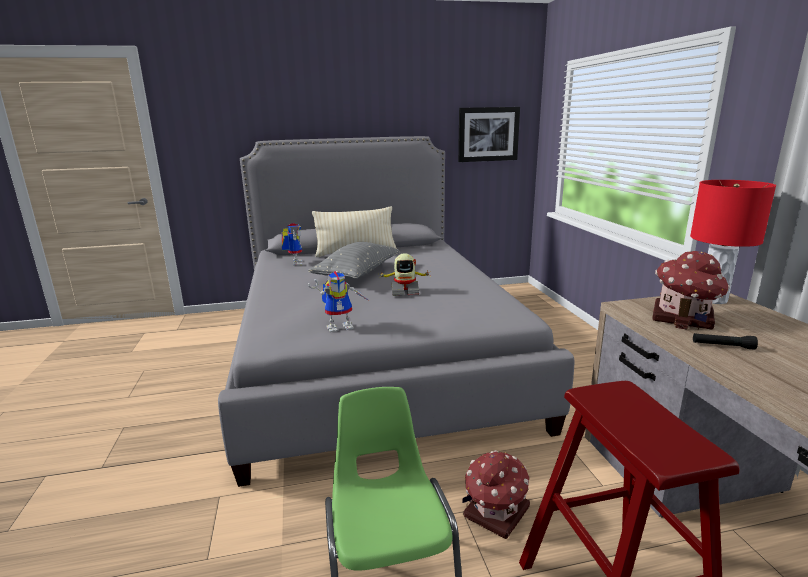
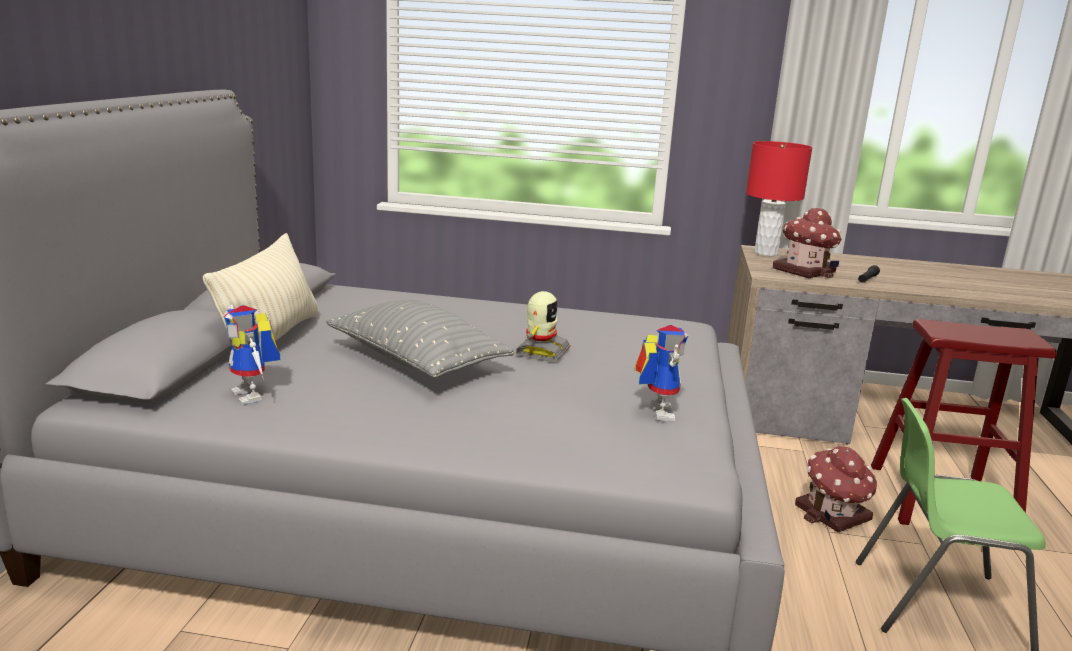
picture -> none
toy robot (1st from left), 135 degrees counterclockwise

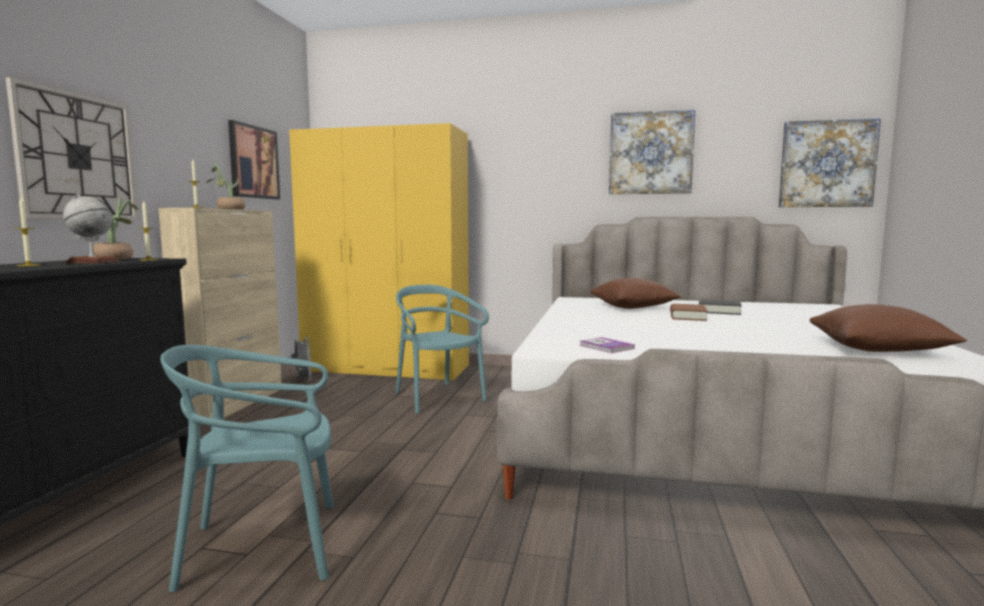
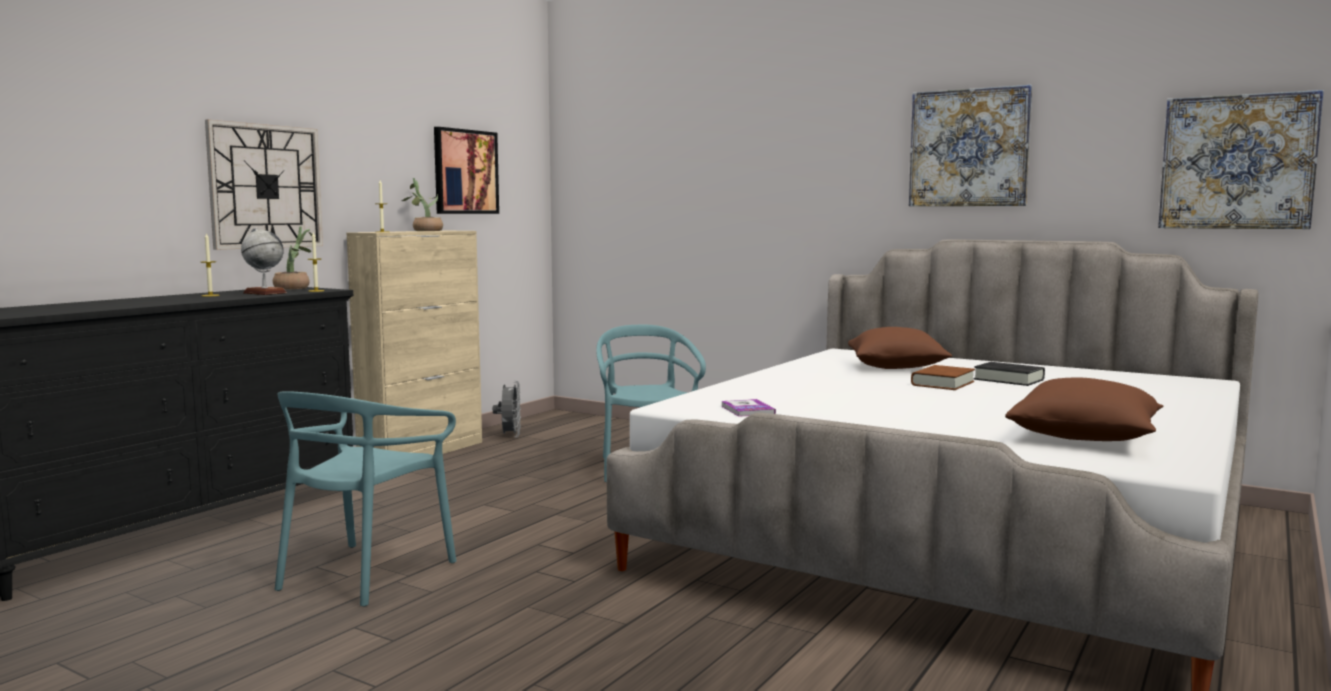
yellow wardrobe -> none
turquoise chair (1st from left), 75 degrees counterclockwise

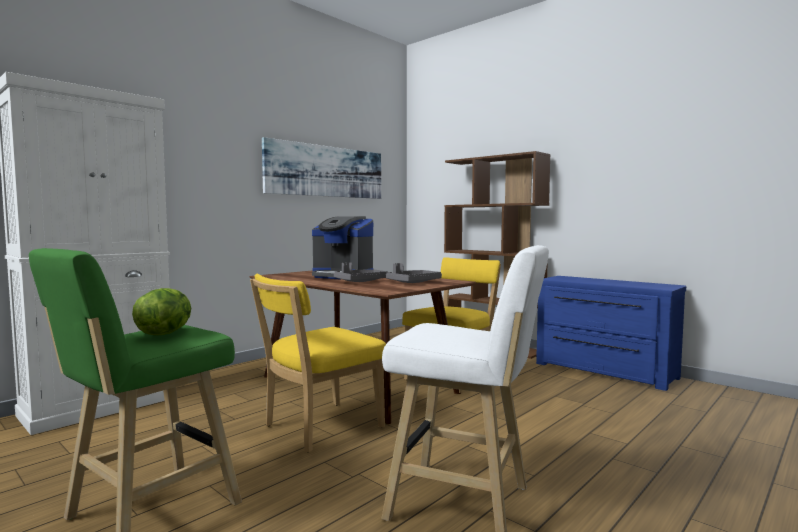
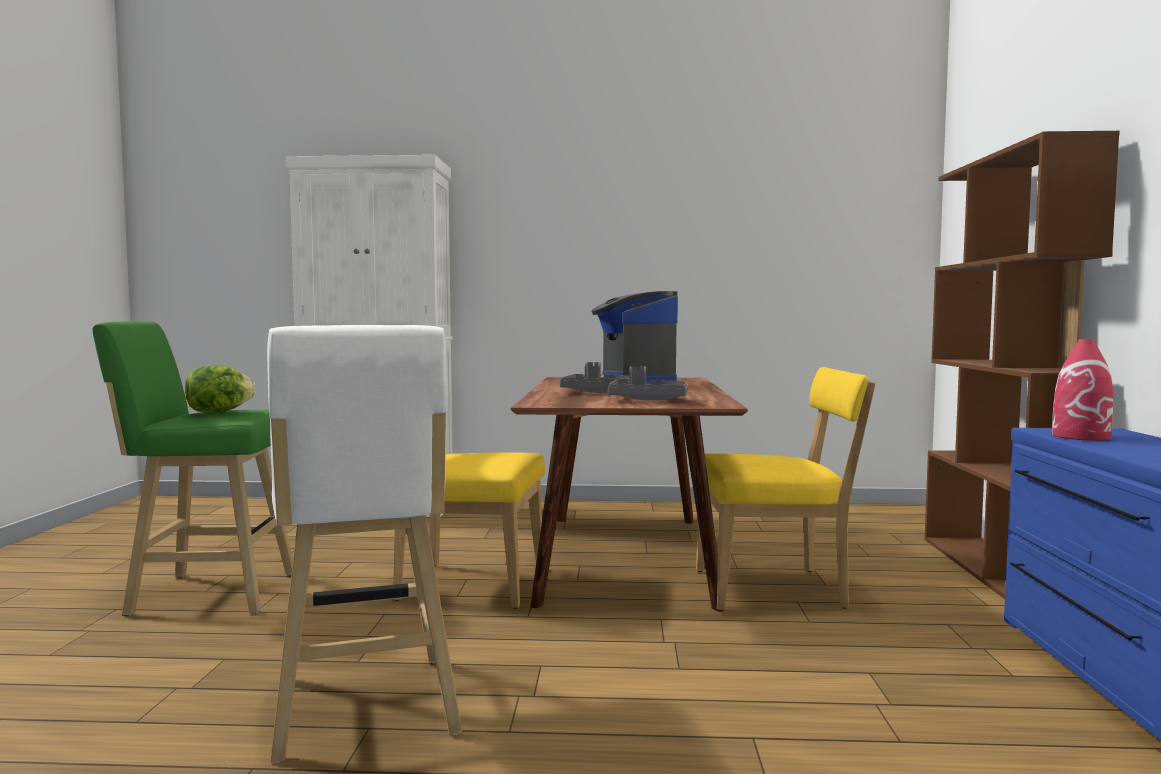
picture -> none
none -> red vase

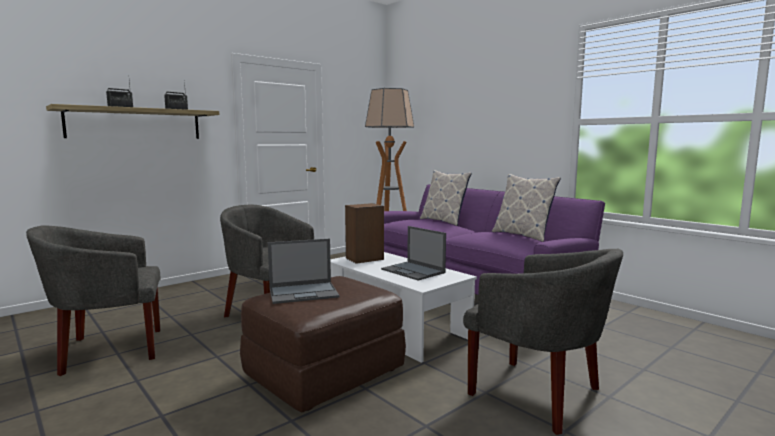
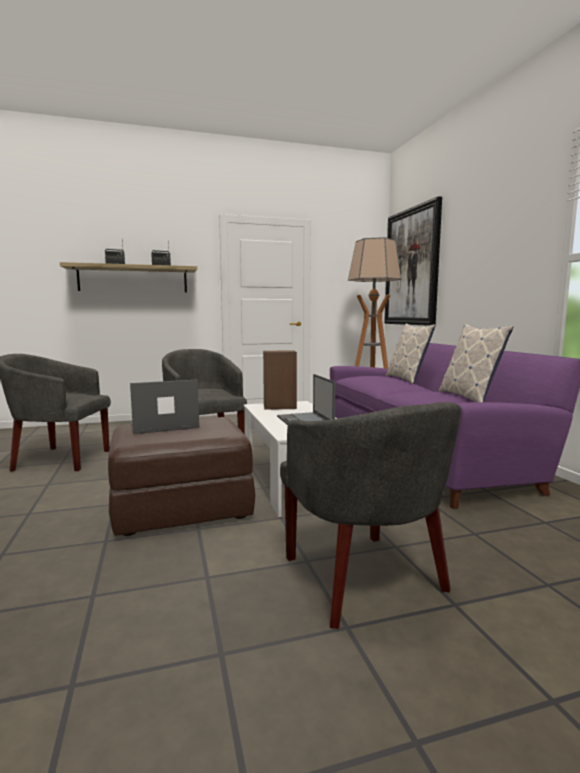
laptop (1st from left), 150 degrees clockwise
none -> picture

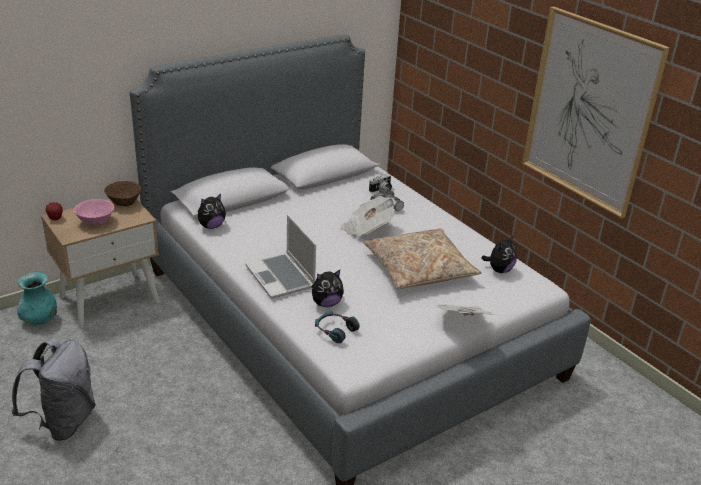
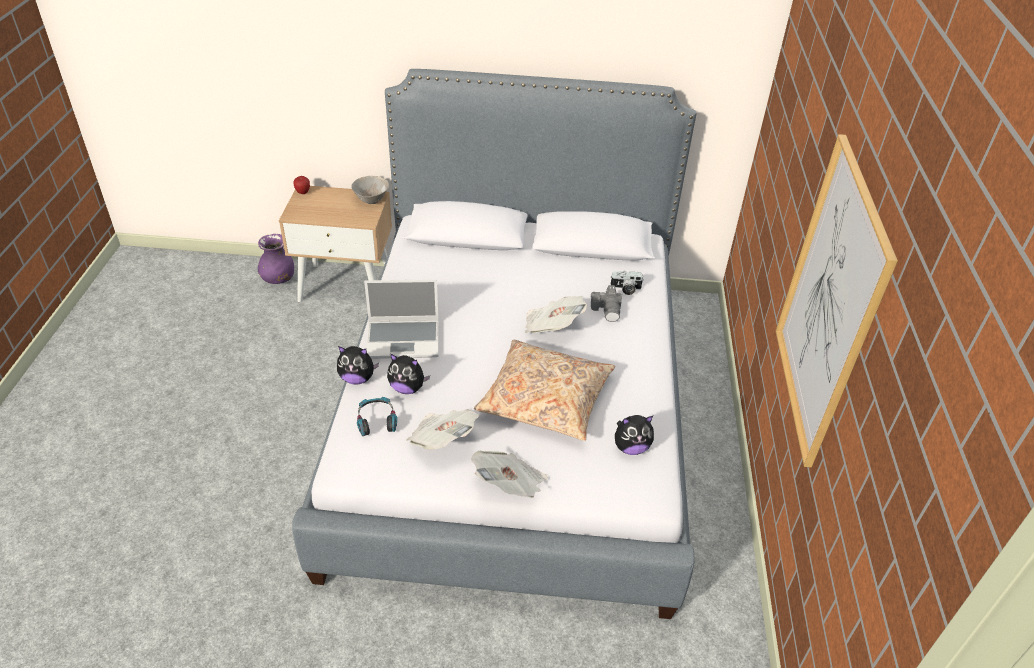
brown bowl -> grey bowl
plush toy (1st from left), moved
pink bowl -> none
laptop, 105 degrees counterclockwise
turquoise vase -> purple vase
grey backpack -> none
none -> newspaper (1st from left)

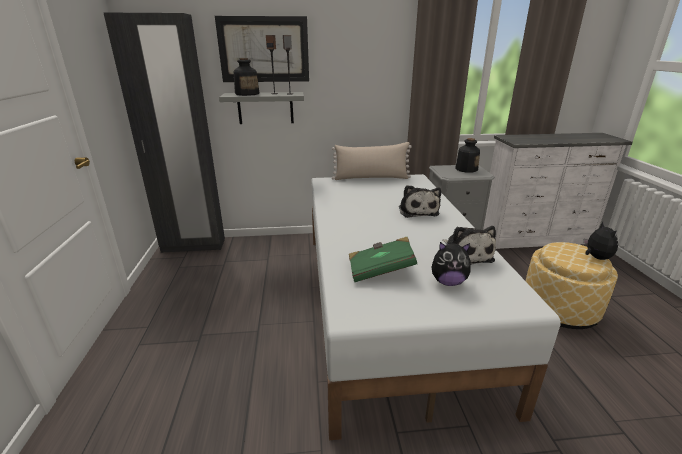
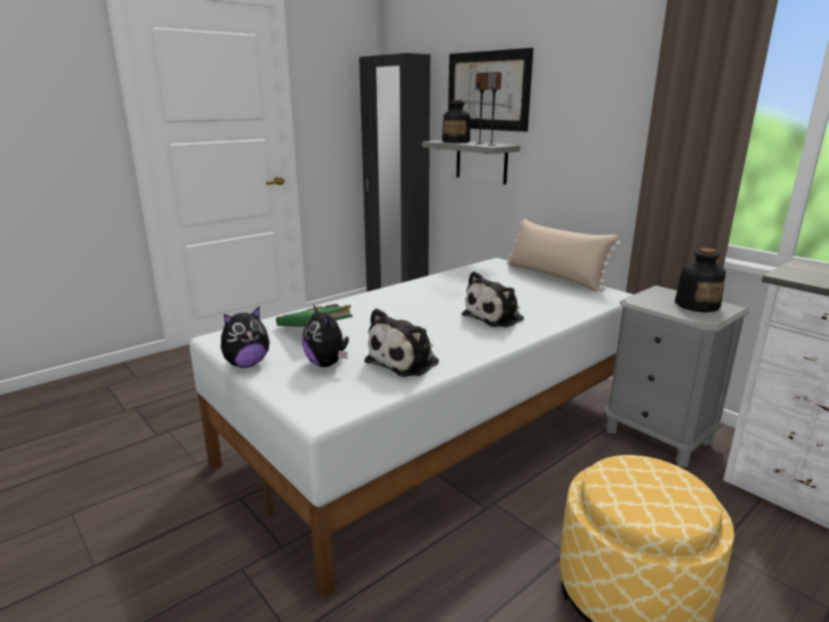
plush toy (4th from left in the first image) -> plush toy (1st from left), moved

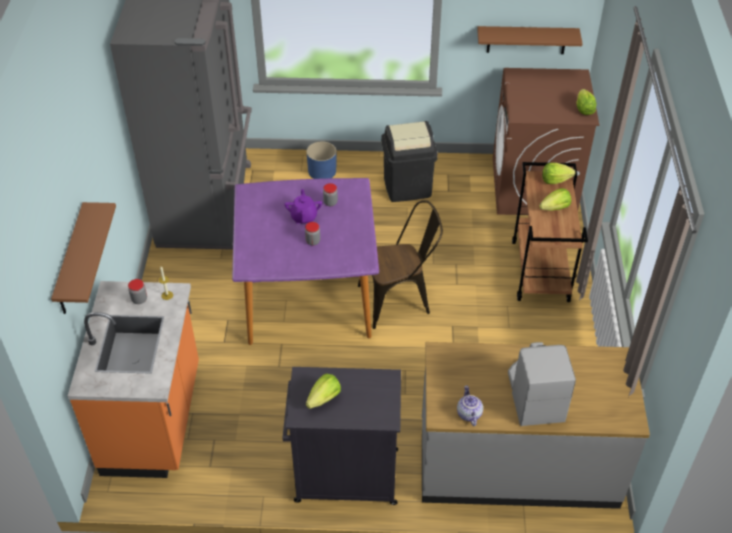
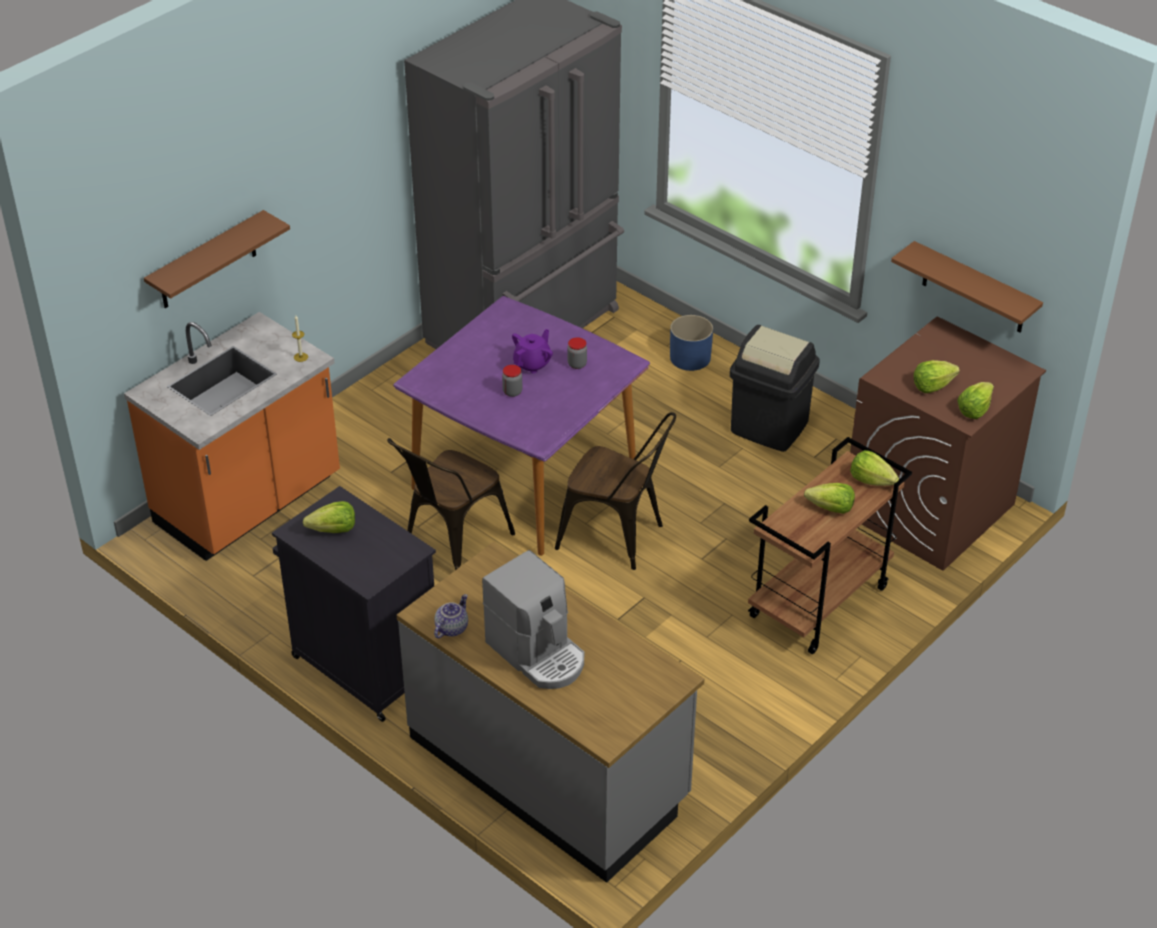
jar (1st from left) -> none
coffee machine, 105 degrees clockwise
none -> lettuce (4th from left)
none -> brown chair (1st from left)

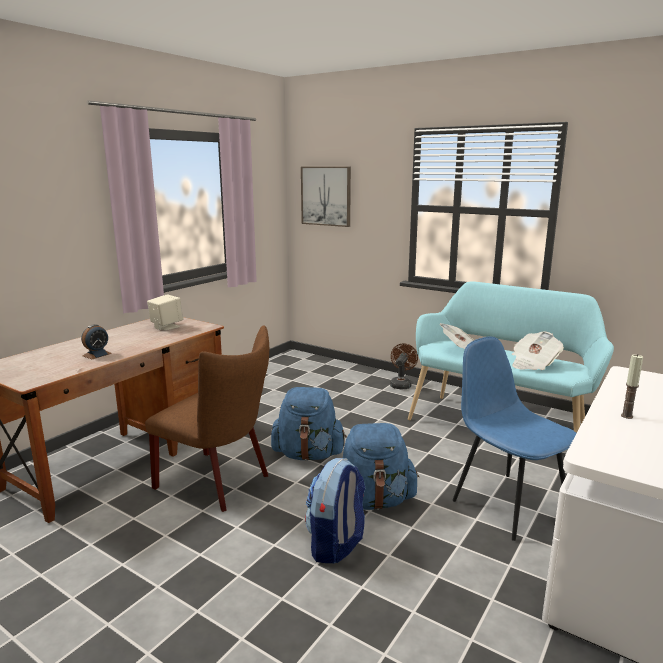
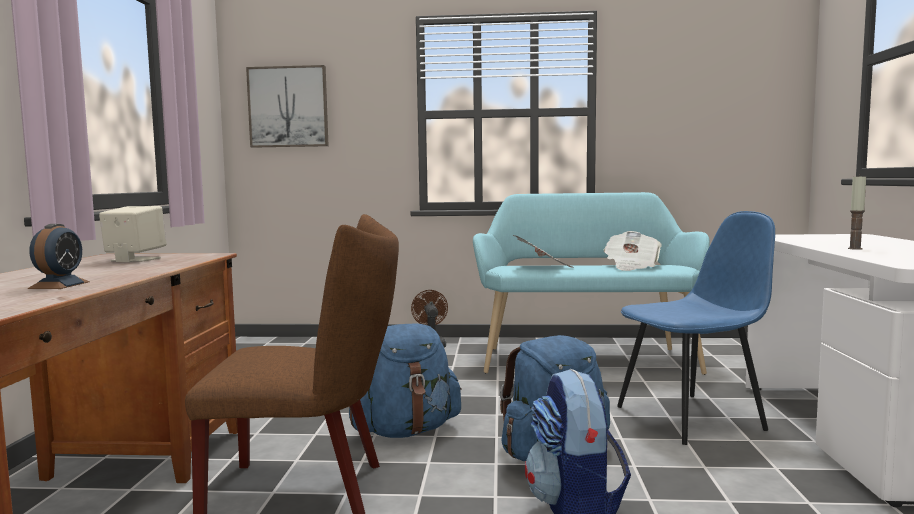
blue chair, 135 degrees clockwise

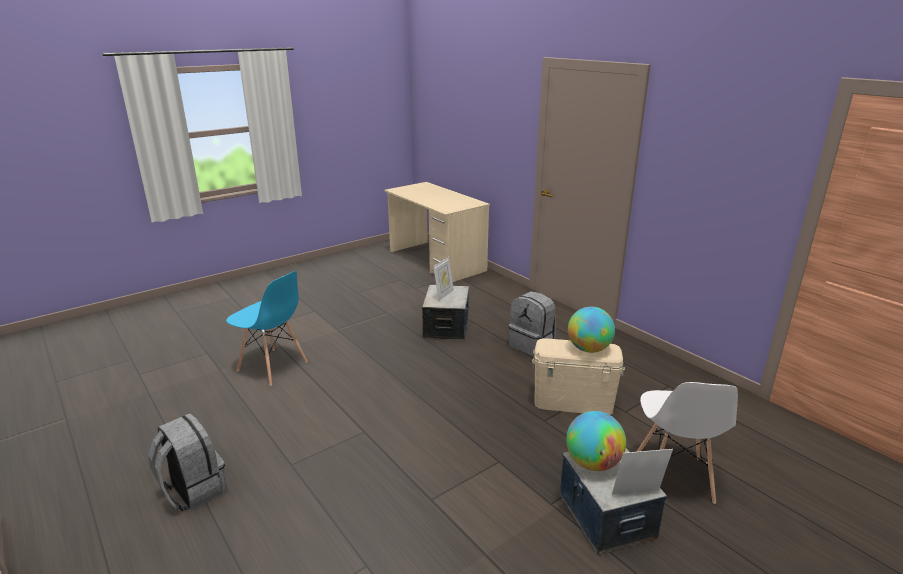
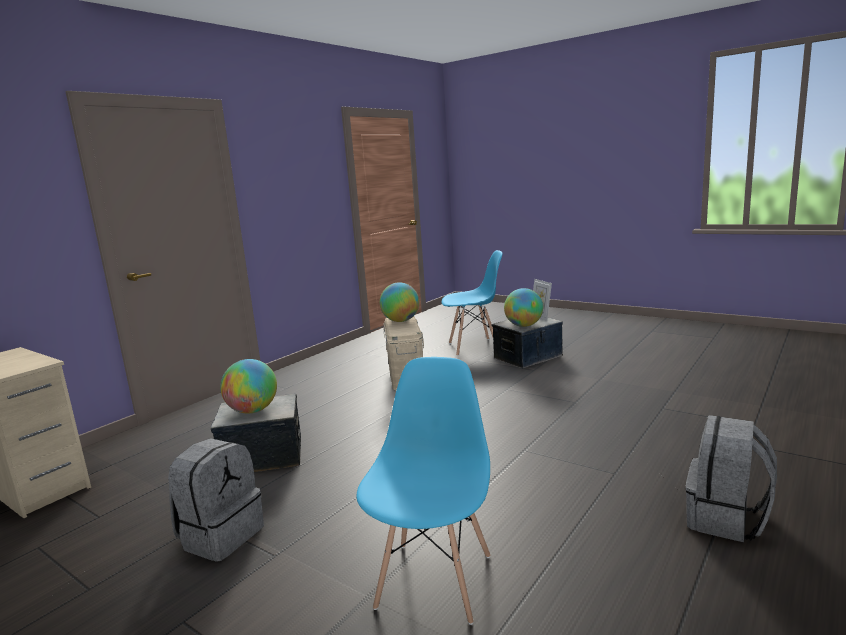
picture frame (1st from left) -> globe (1st from left)
grey backpack (2nd from left in the first image) -> grey backpack (1st from left), moved
white chair -> blue chair (2nd from left)

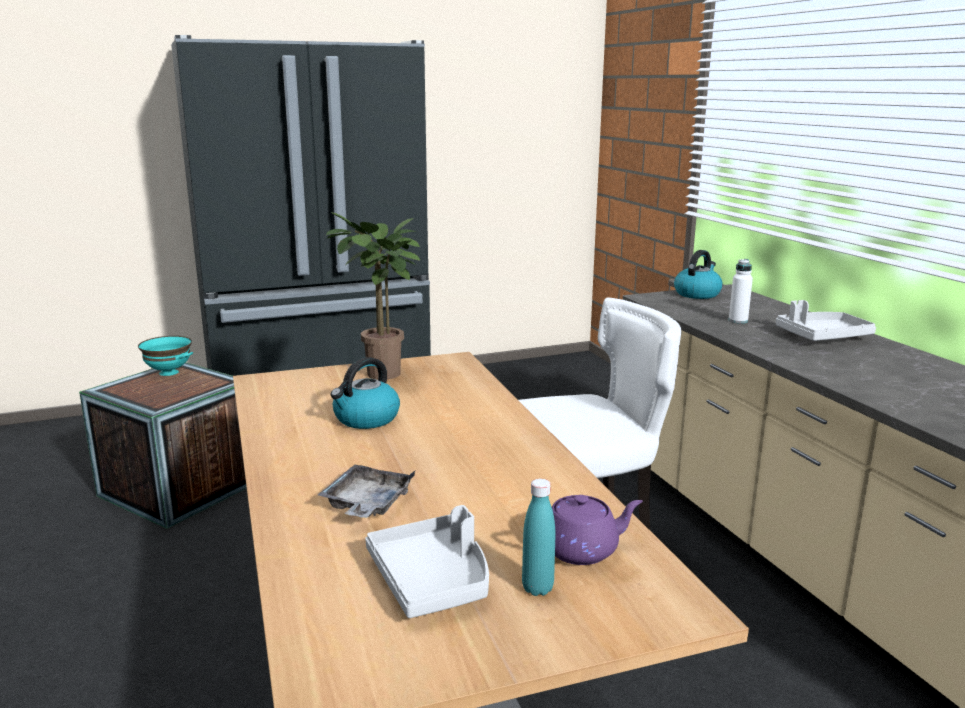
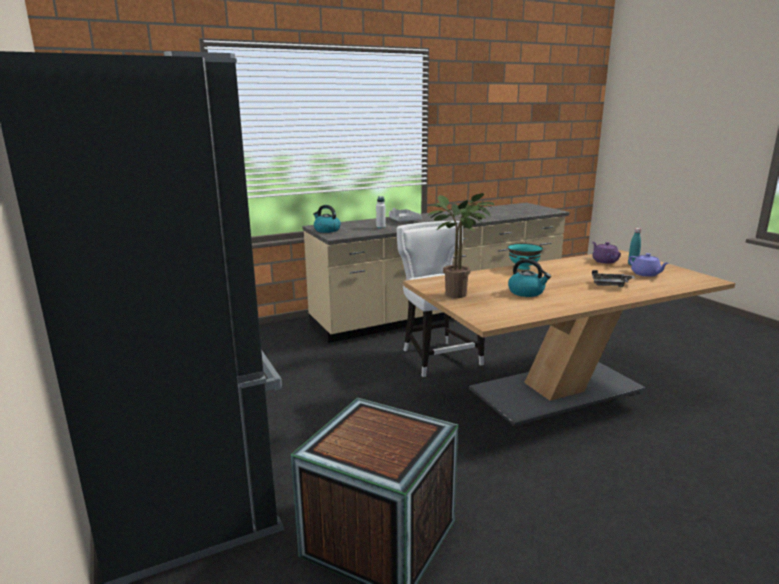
turquoise bowl, moved
grey tray (2nd from left) -> purple teapot (2nd from left)

